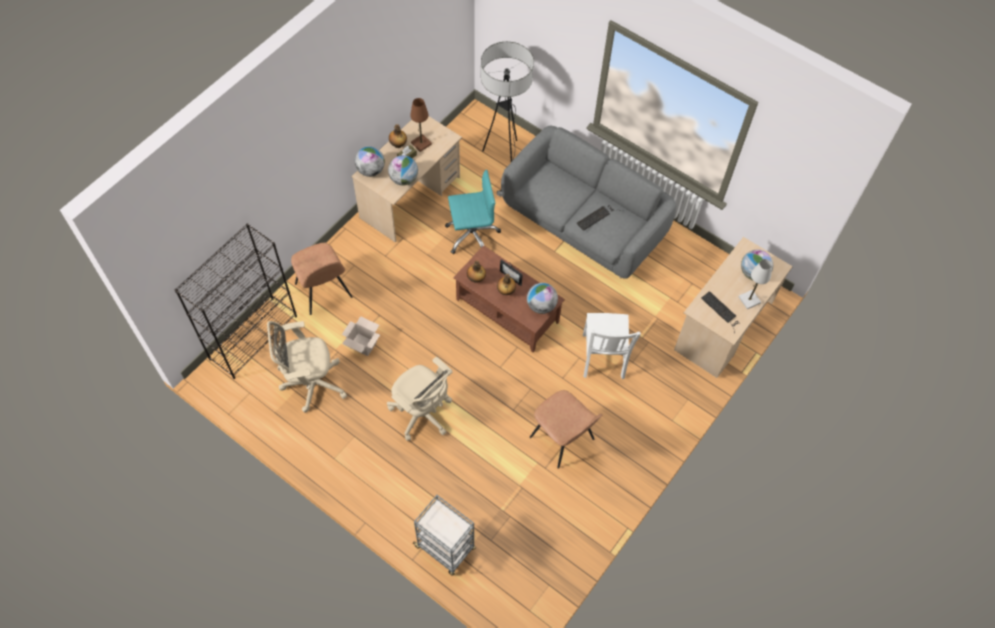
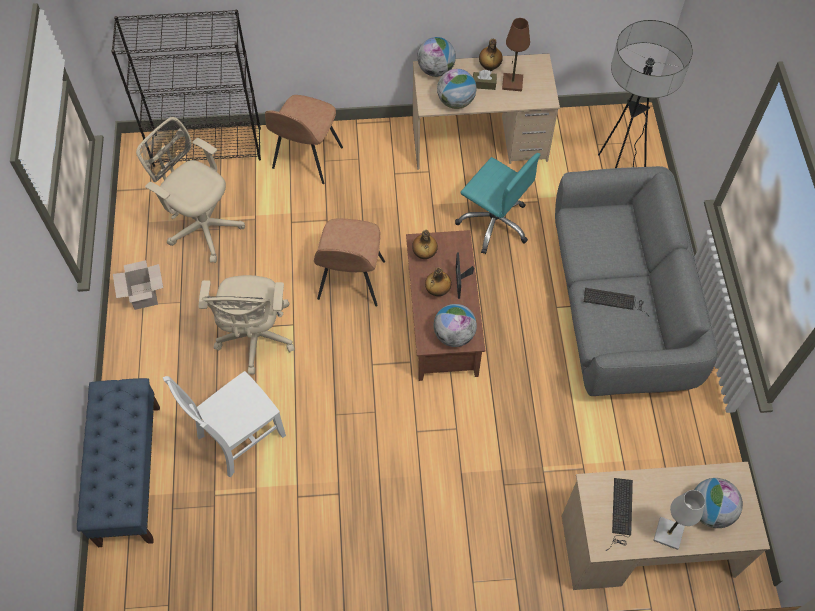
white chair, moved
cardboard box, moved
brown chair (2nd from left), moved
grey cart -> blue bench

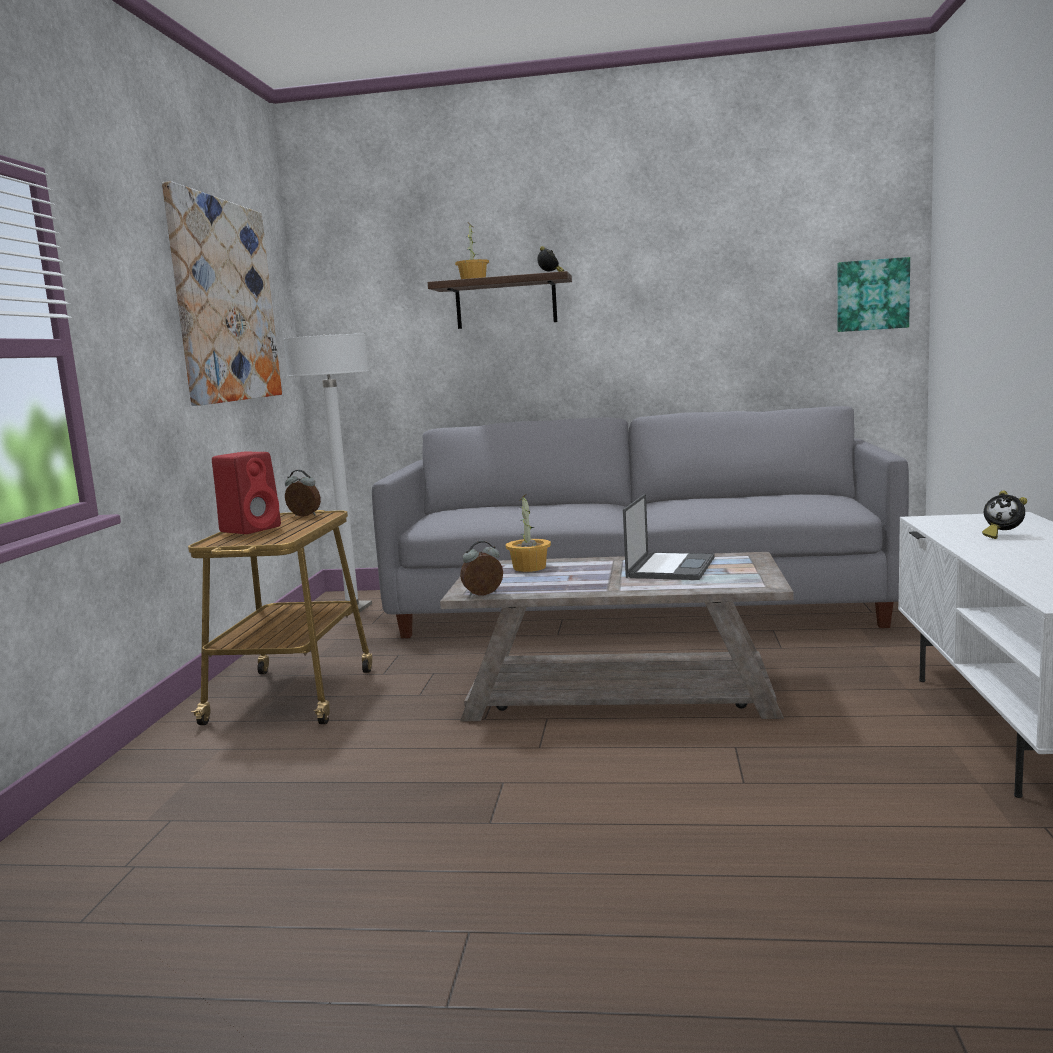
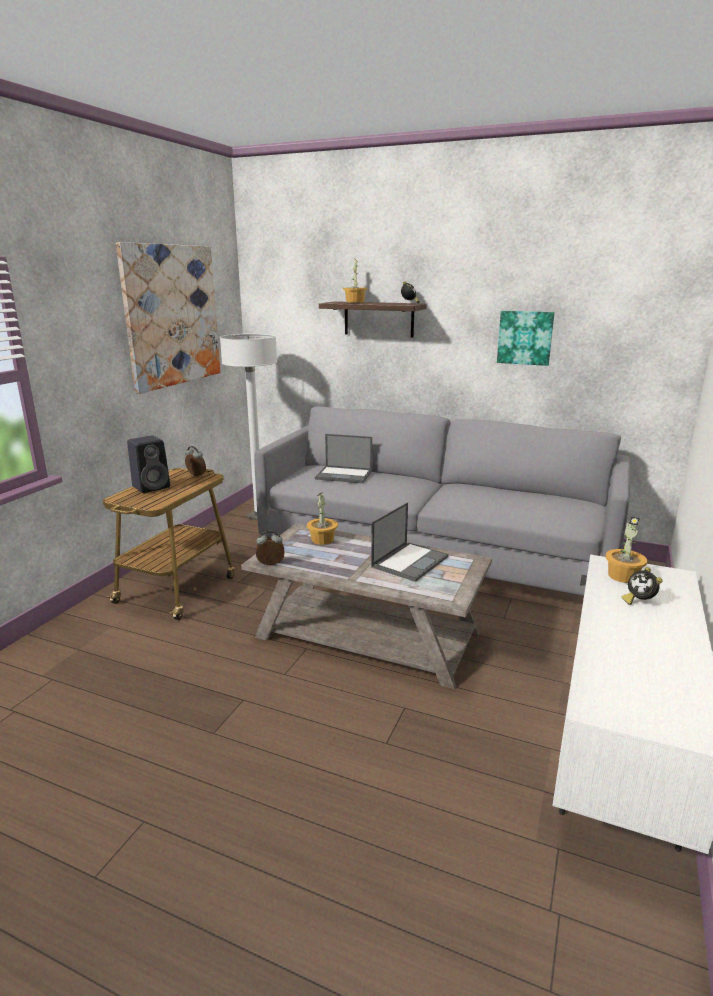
picture (2nd from left), moved
red speaker -> black speaker
none -> laptop (1st from left)
none -> potted plant (3rd from left)

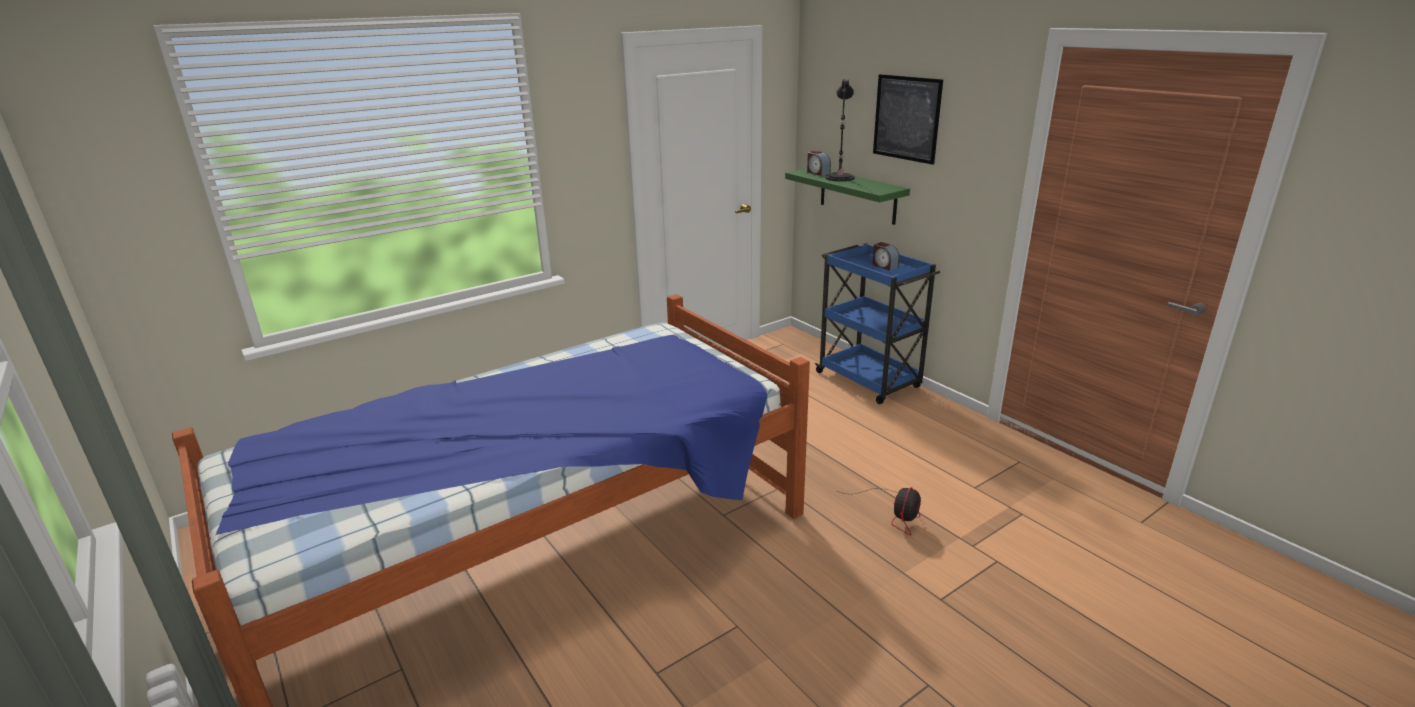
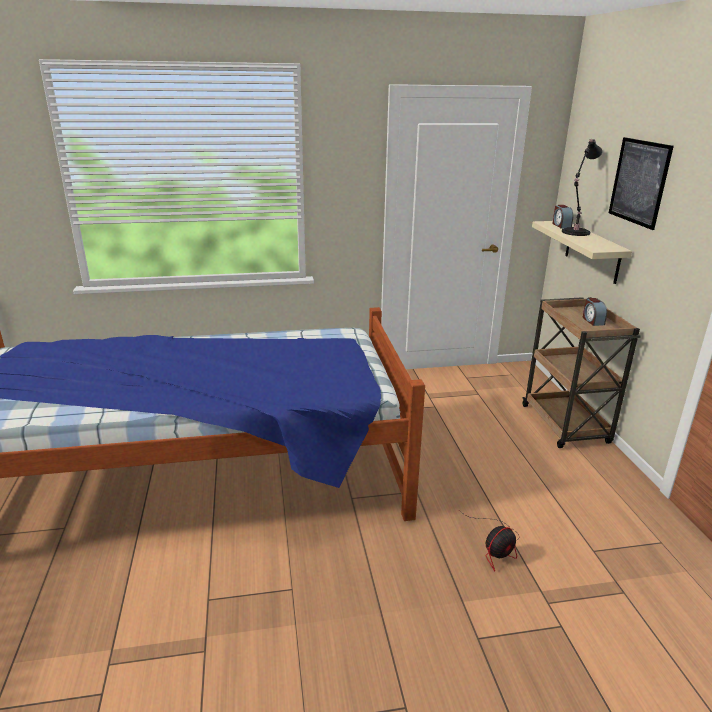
green shelf -> beige shelf
blue cart -> brown cart

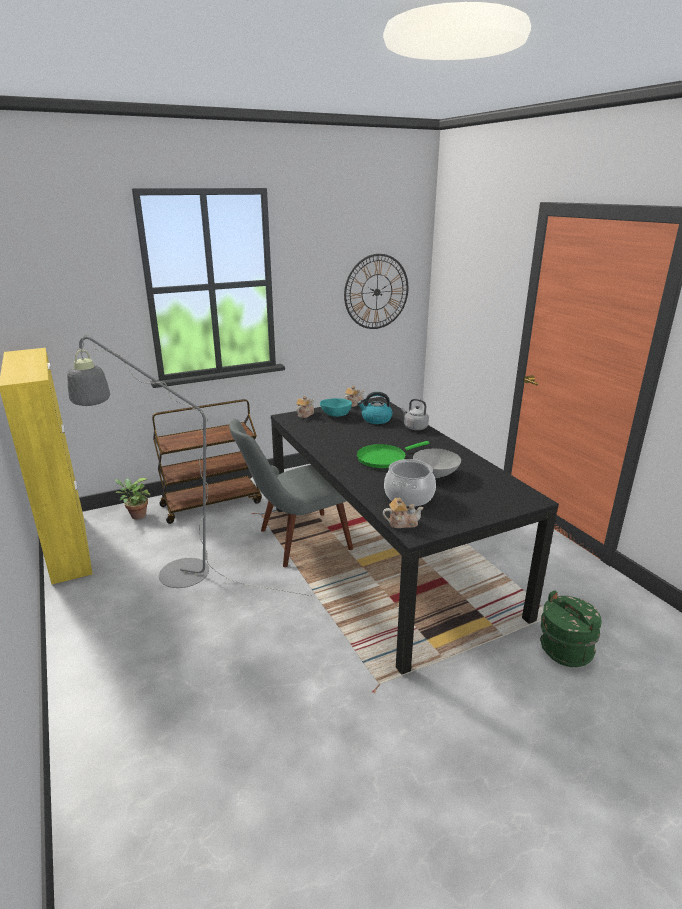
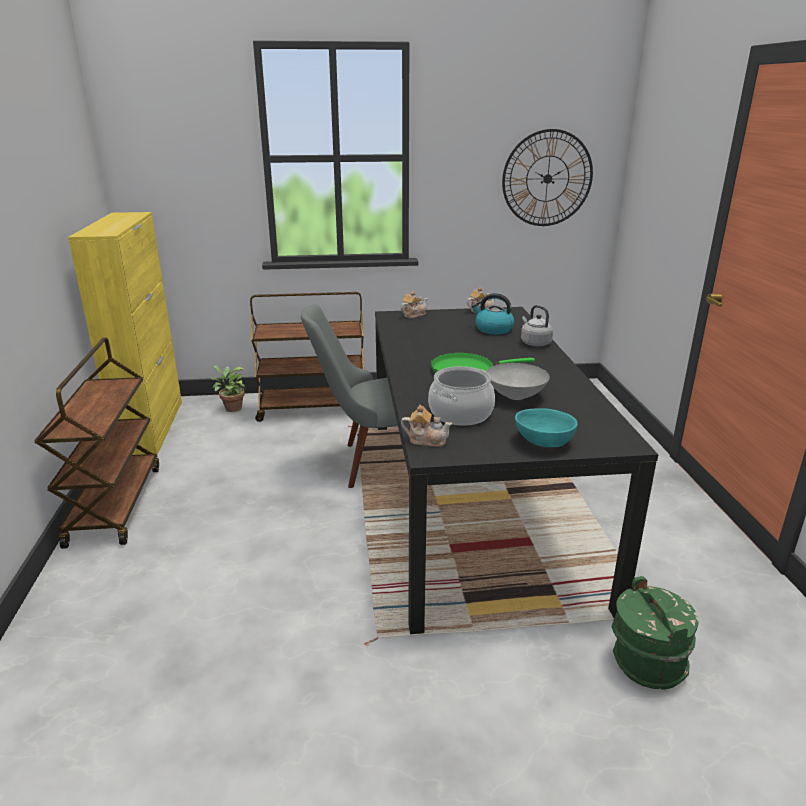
grey floor lamp -> none
turquoise bowl, moved
none -> brown cart (1st from left)

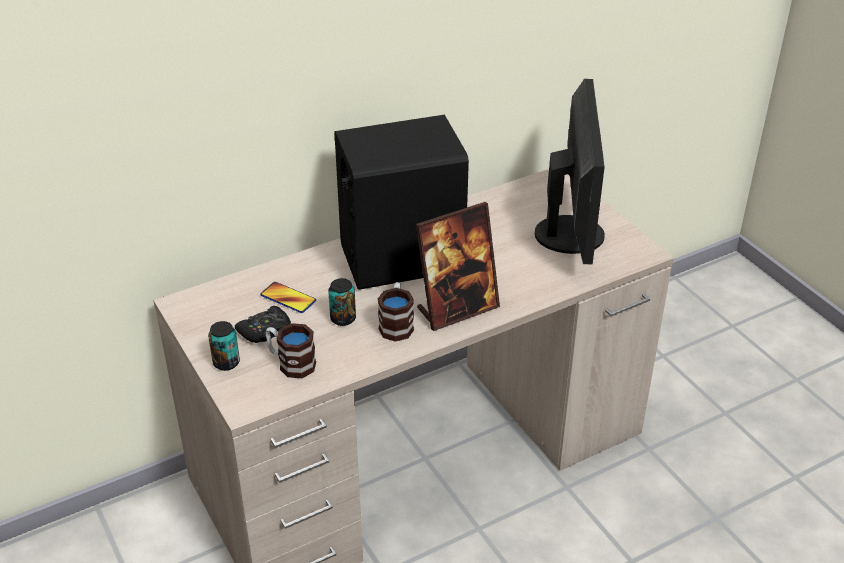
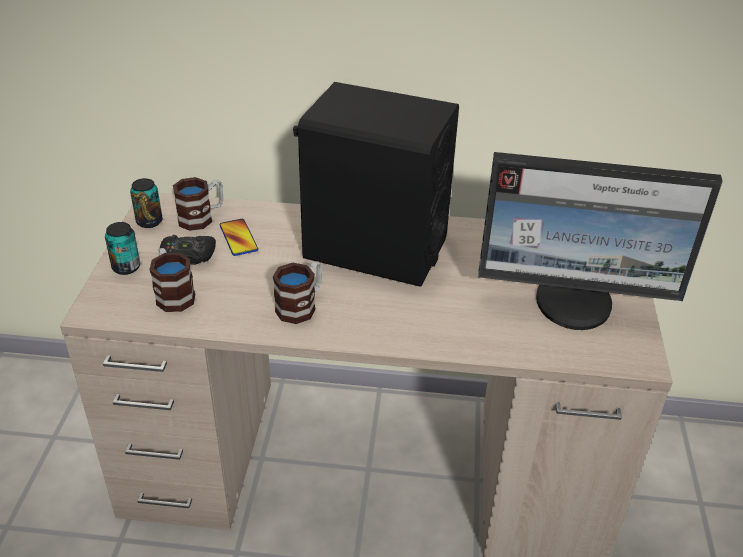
monitor, 60 degrees clockwise
picture frame -> none
can (2nd from left), moved
none -> mug (2nd from left)

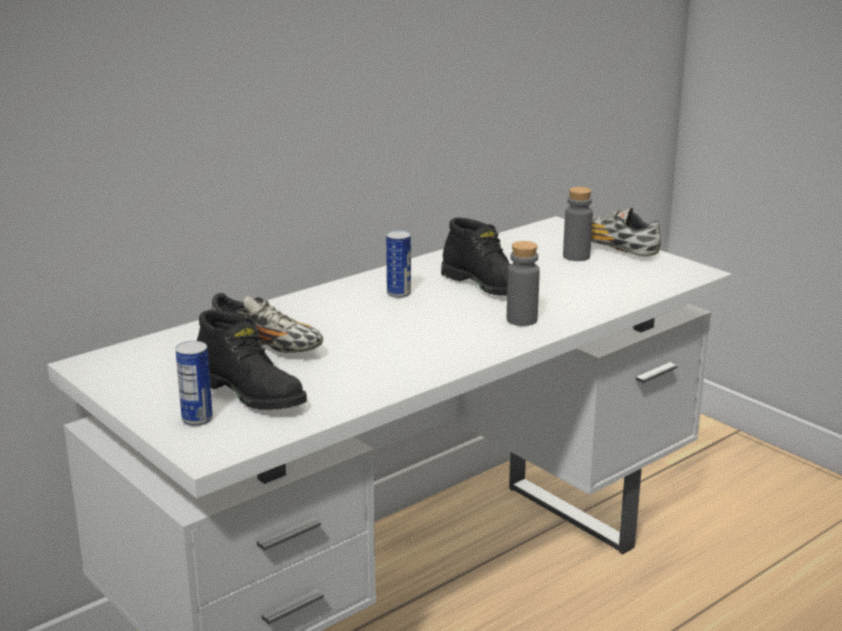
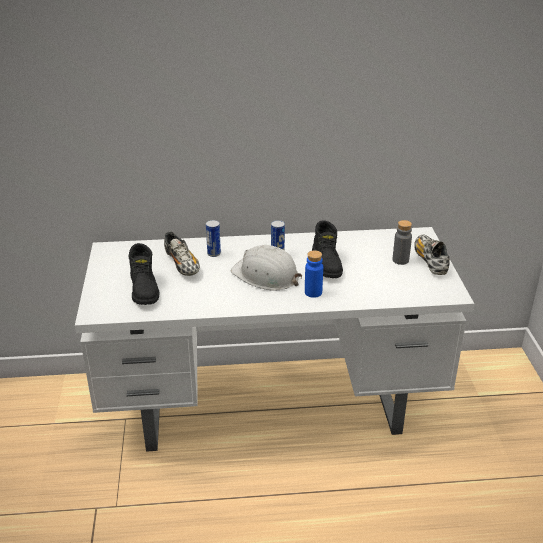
grey bottle (1st from left) -> blue bottle
can (1st from left), moved
none -> white hard hat

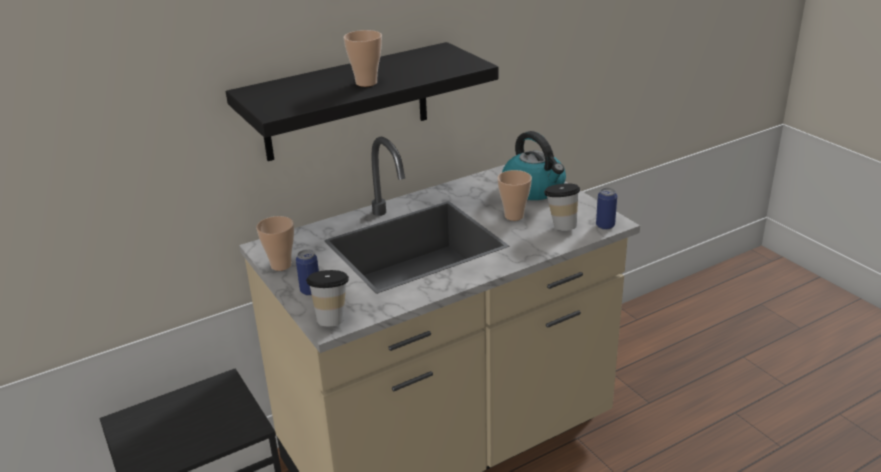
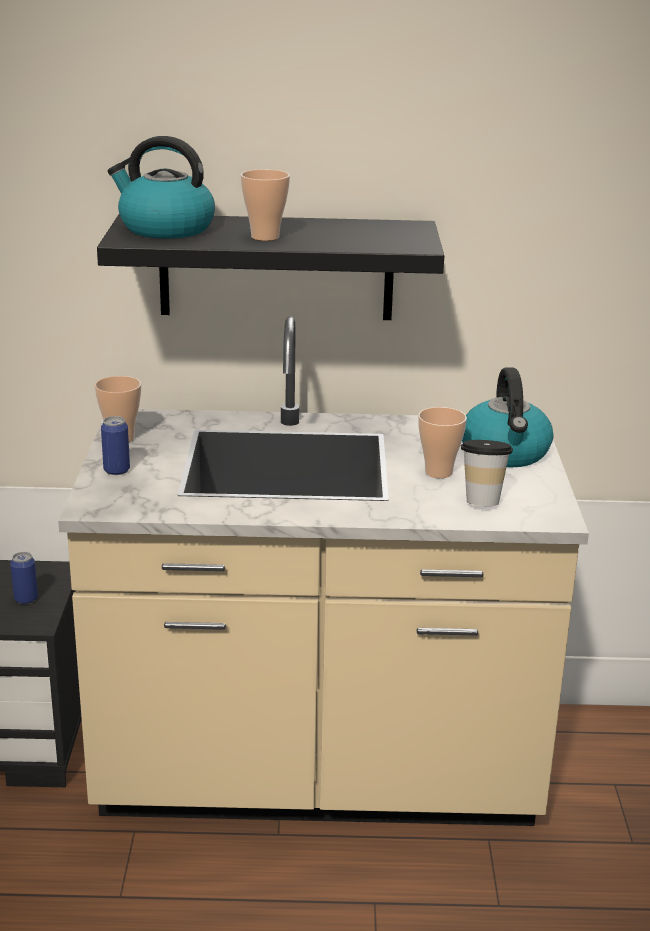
can (2nd from left in the first image) -> can (1st from left), moved
cup (2nd from left) -> none
none -> kettle (1st from left)

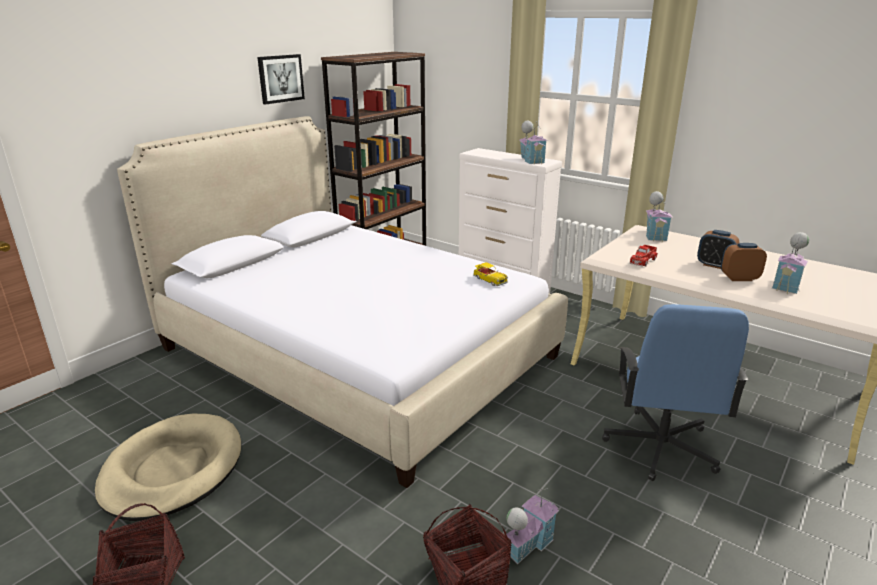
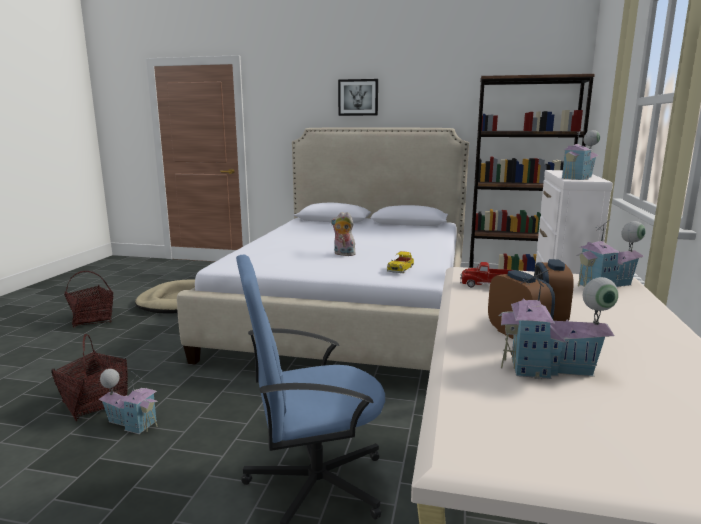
picture, moved
none -> plush toy

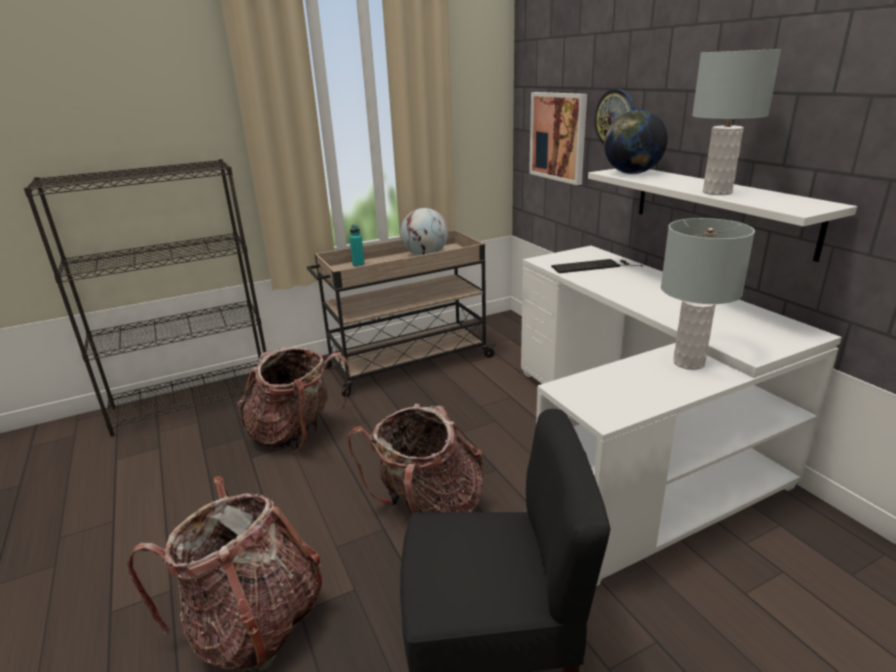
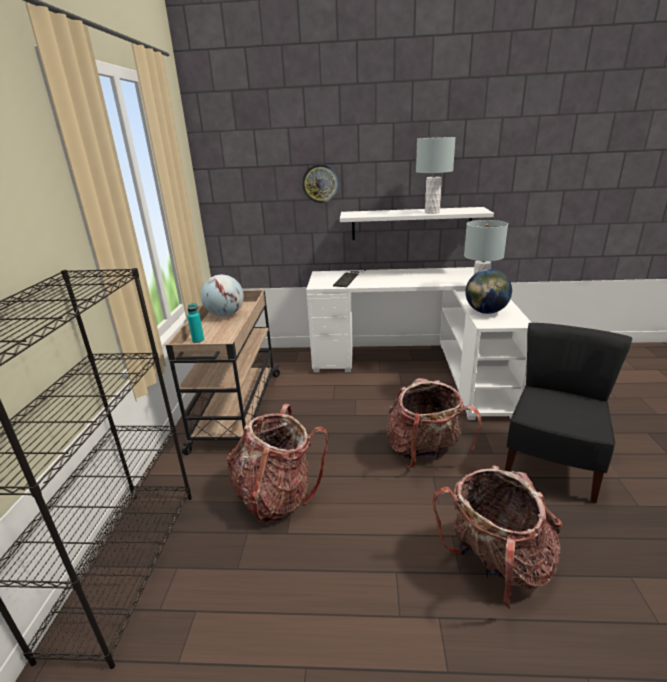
picture -> none
globe (2nd from left), moved

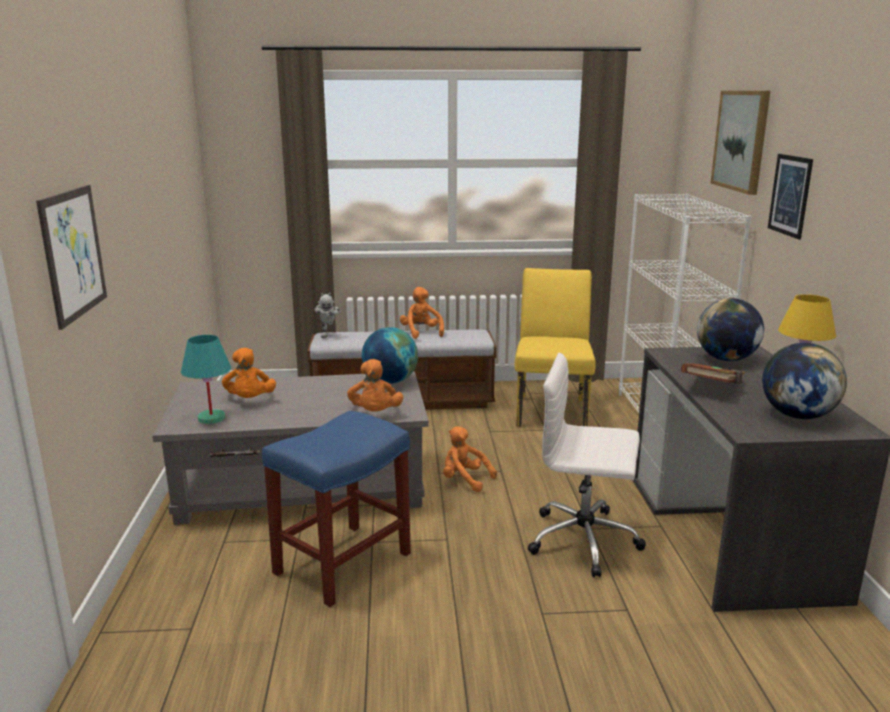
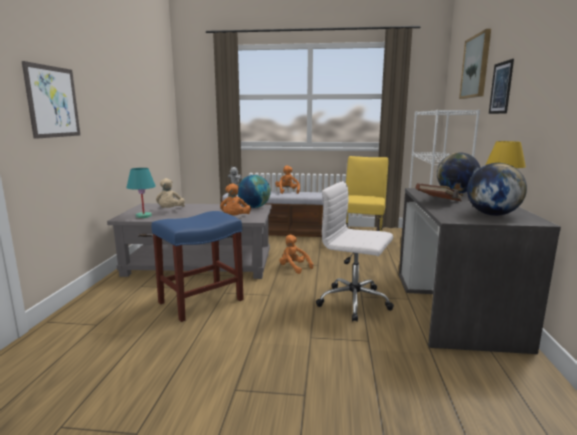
orange plush toy (1st from left) -> beige plush toy

